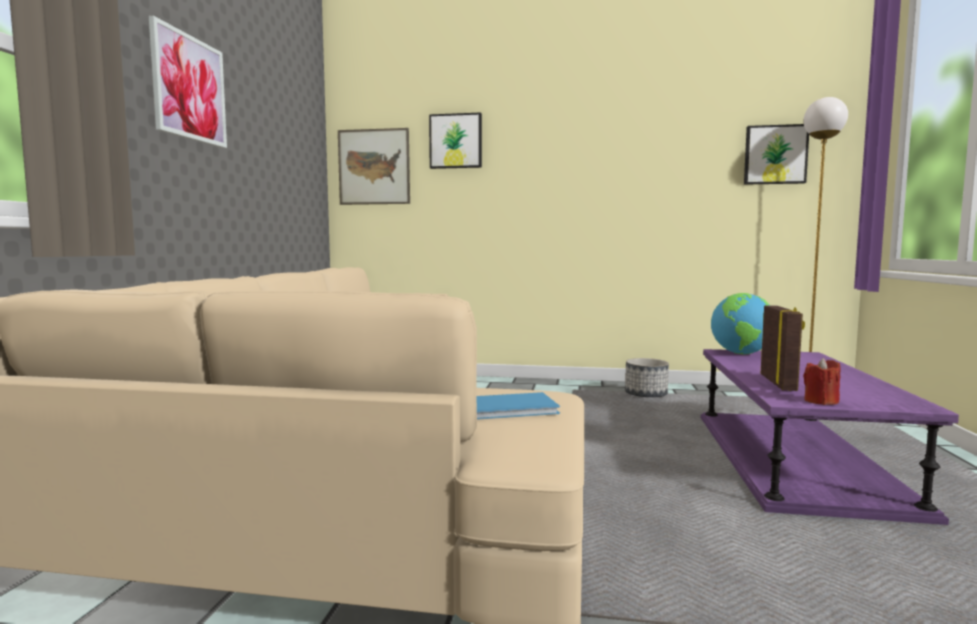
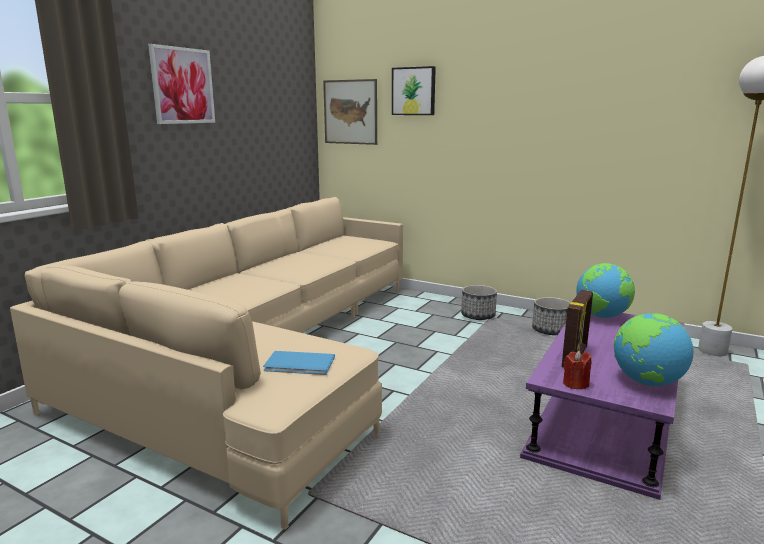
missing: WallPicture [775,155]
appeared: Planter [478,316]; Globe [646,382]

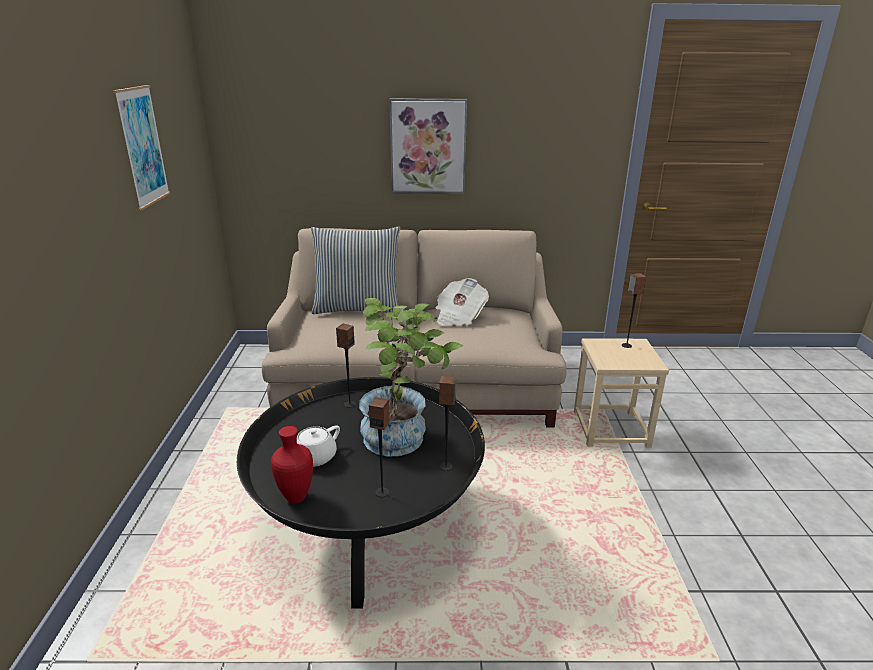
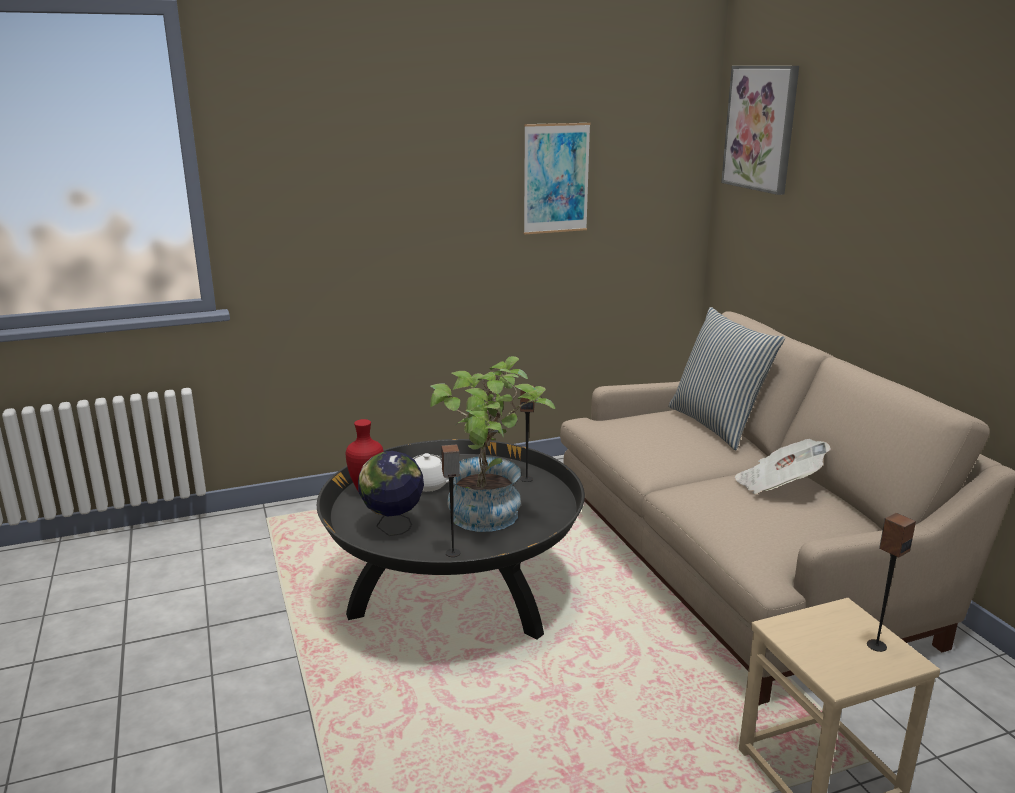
relocated: WallPicture [428,146] to [760,128]
exchanged: Loudspeaker [382,492] to Globe [393,528]

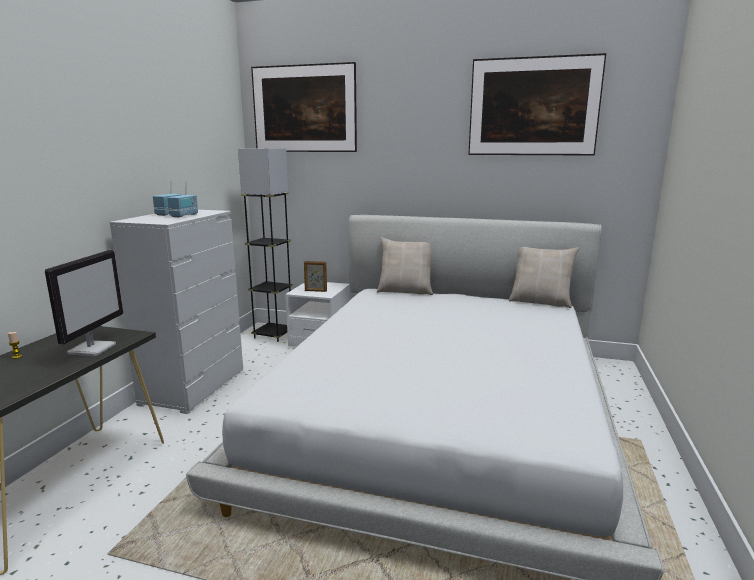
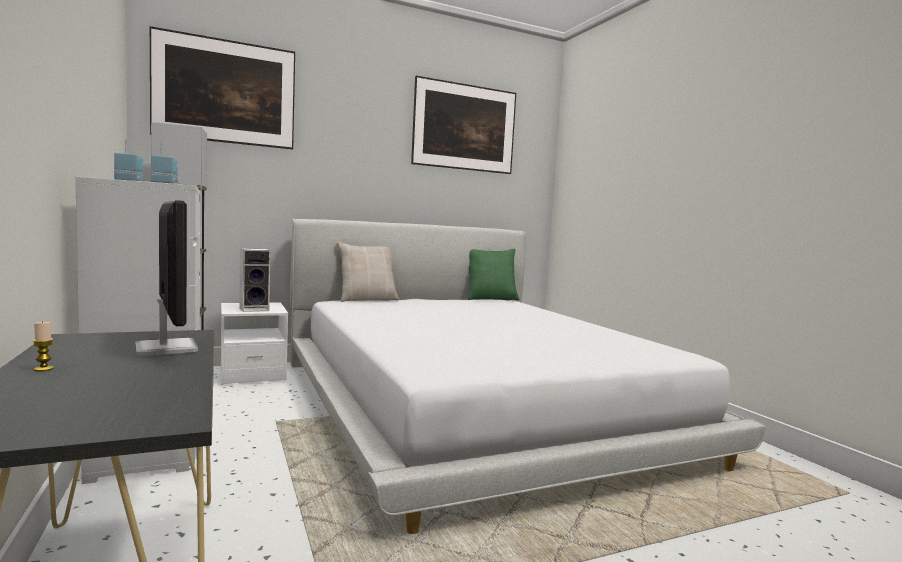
exchanged: StandingFrame [315,291] to Loudspeaker [255,309]
colour: SandColouredCushion [540,302] to GreenishCushion [490,299]

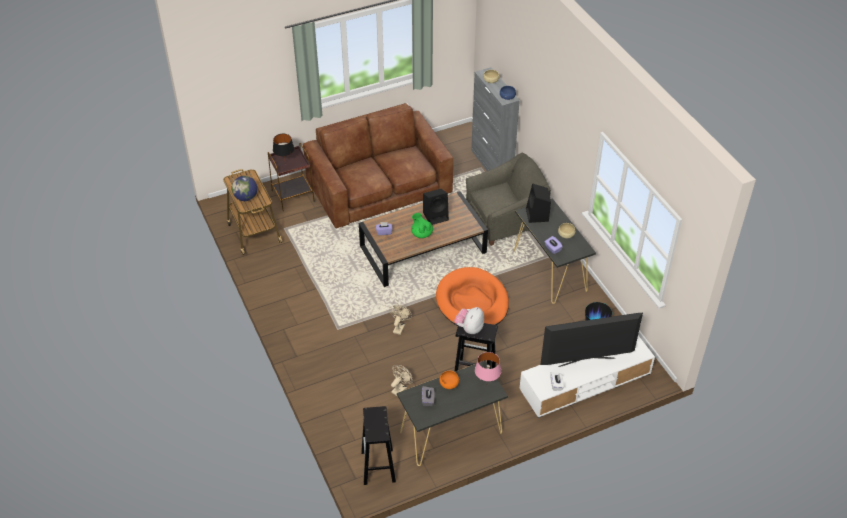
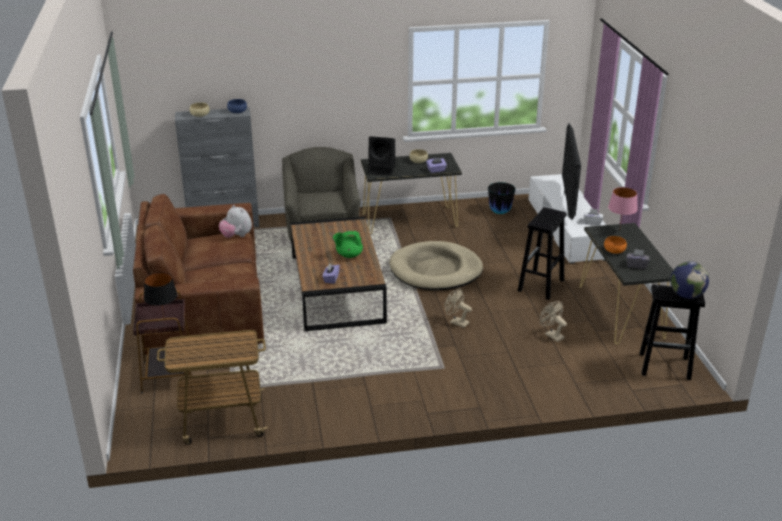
missing: BlackishLoudspeaker [436,216]
relocated: Globe [246,197] to [686,295]; PlushToy [469,328] to [236,236]
colour: OrangeColouredPetBed [472,302] to SandColouredPetBed [436,270]

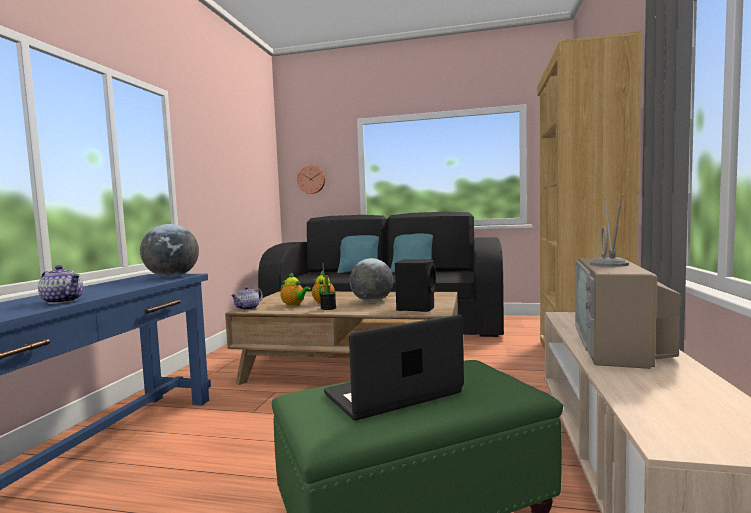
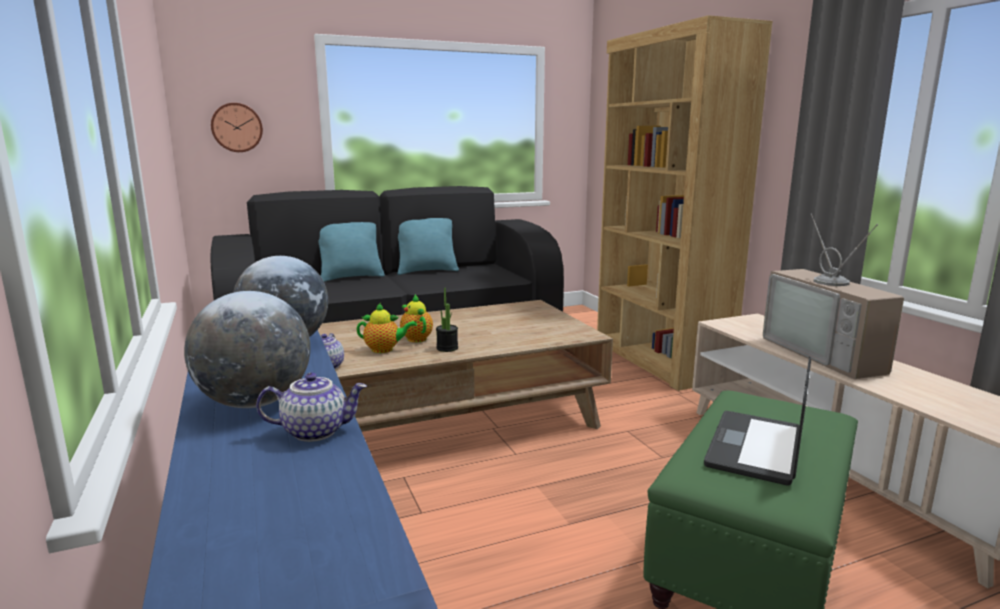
missing: BlackishLoudspeaker [416,308]
relocated: Globe [372,301] to [255,403]

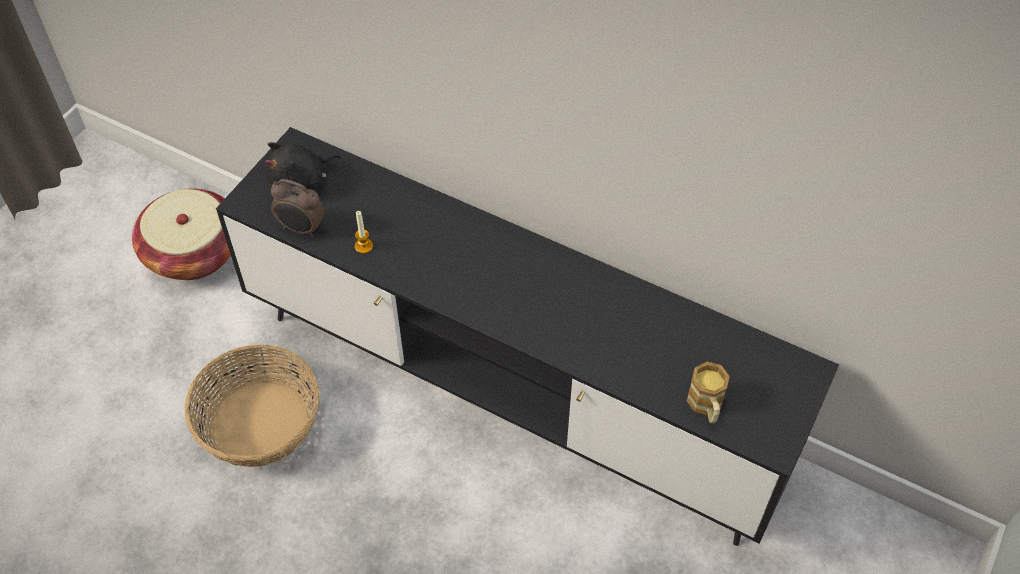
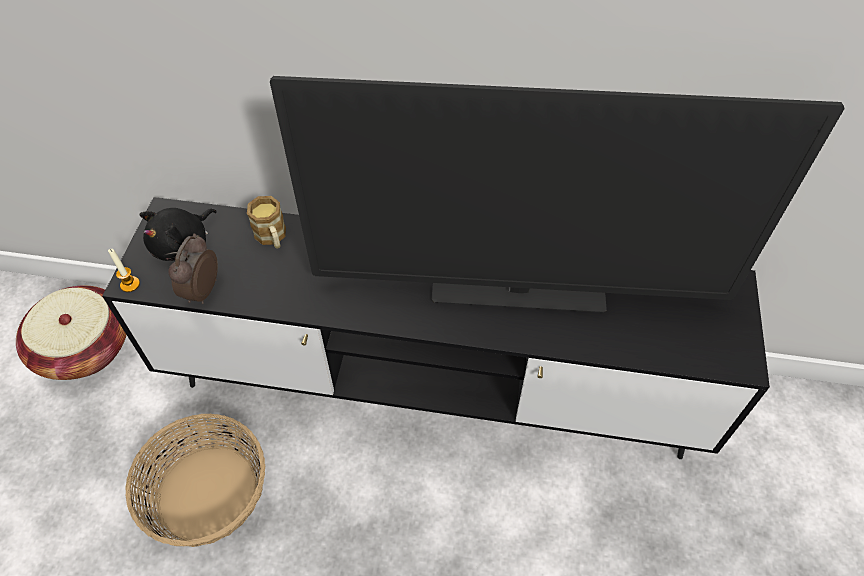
appeared: Television [518,294]
relocated: WaxLight [363,246] to [130,284]; TeaMug [706,406] to [272,238]
spun: BedsideClock [301,229] = [201,291] 105 degrees clockwise

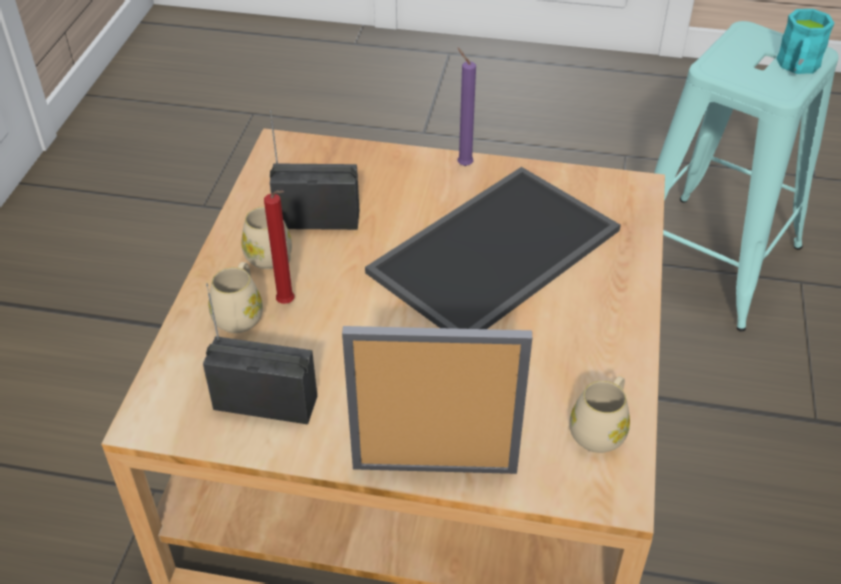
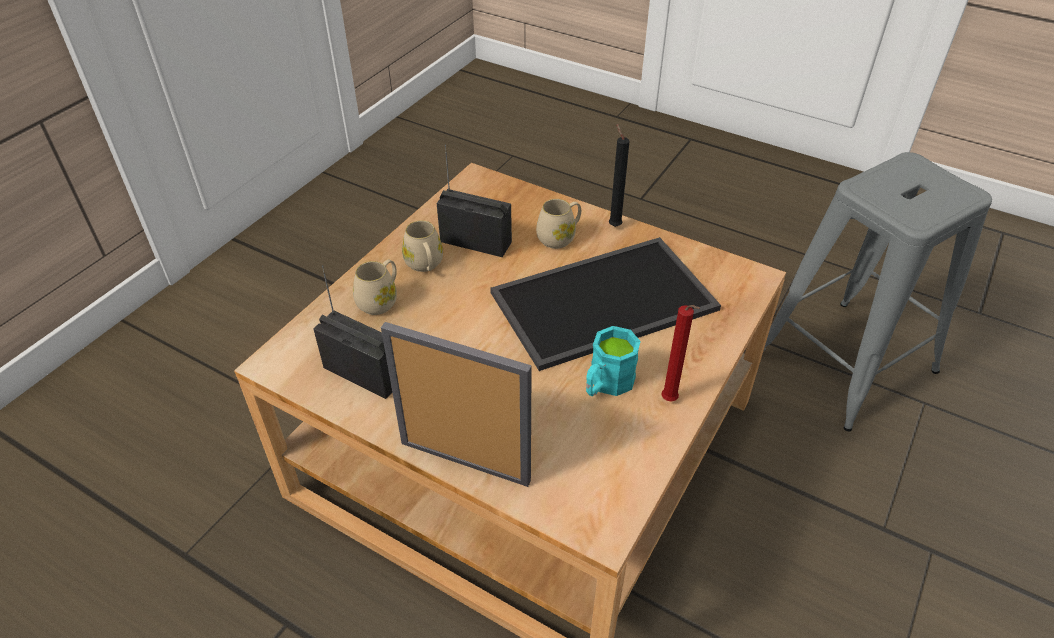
relocated: TurquoiseColouredTeaMug [797,67] to [606,384]; ReddishWaxLight [288,304] to [670,401]; SandColouredTeaMug [600,429] to [559,237]
colour: TurquoiseColouredStoolSeat [710,260] to GrayStoolSeat [845,362]; PurplishWaxLight [463,164] to BlackishWaxLight [613,225]

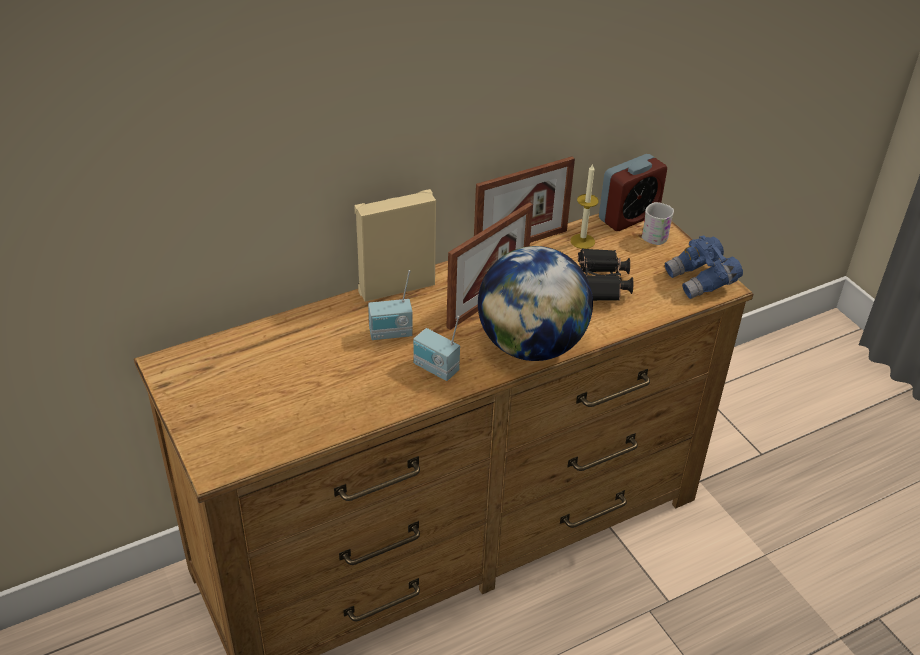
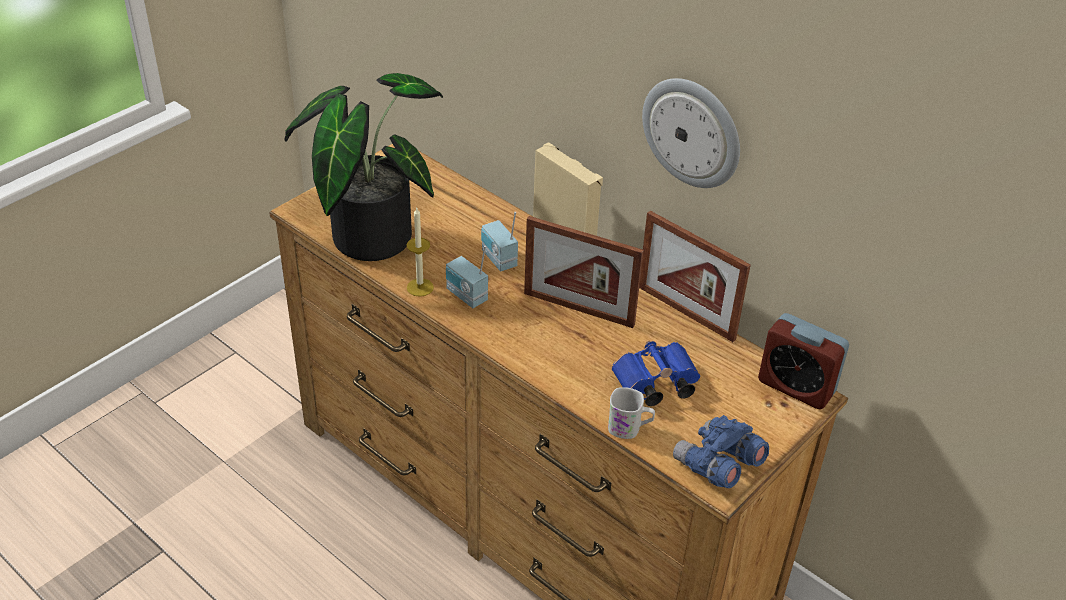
missing: Globe [531,345]
appeared: PlantInAPot [369,232]; HangingClock [692,132]
relocated: WaxLight [582,241] to [420,287]; WhiteColouredTeaMug [657,234] to [629,428]
colour: BlackishBinoculars [601,287] to BluishBinoculars [654,385]
spun: RadioSet [435,369] = [465,296] 60 degrees counterclockwise

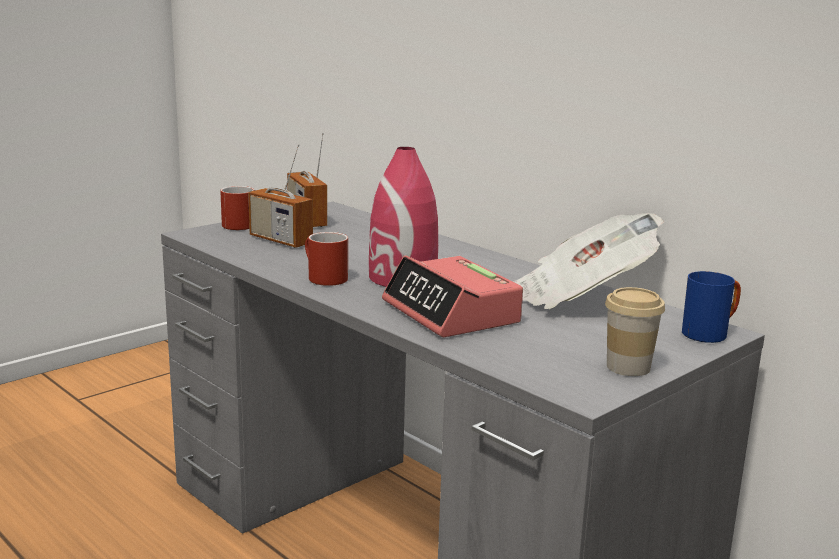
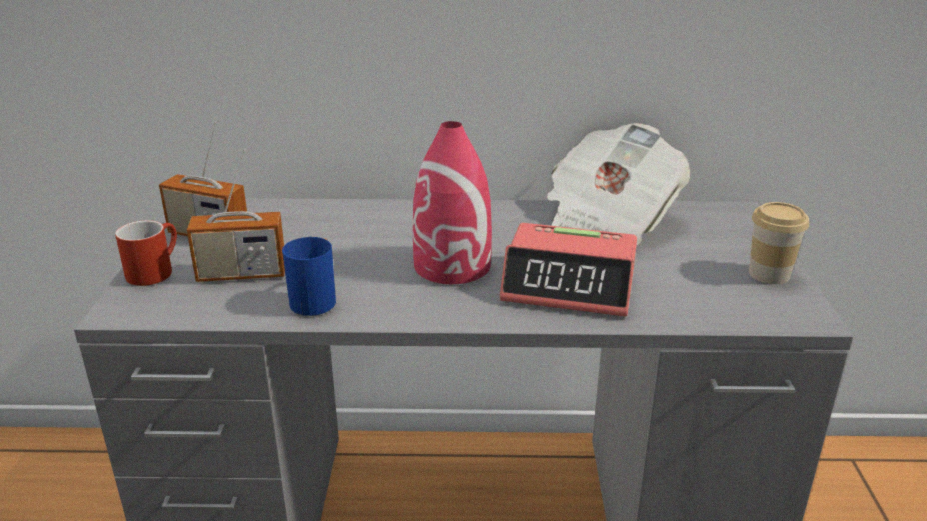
missing: ReddishTeaMug [322,277]
relocated: BluishTeaMug [710,334] to [317,299]

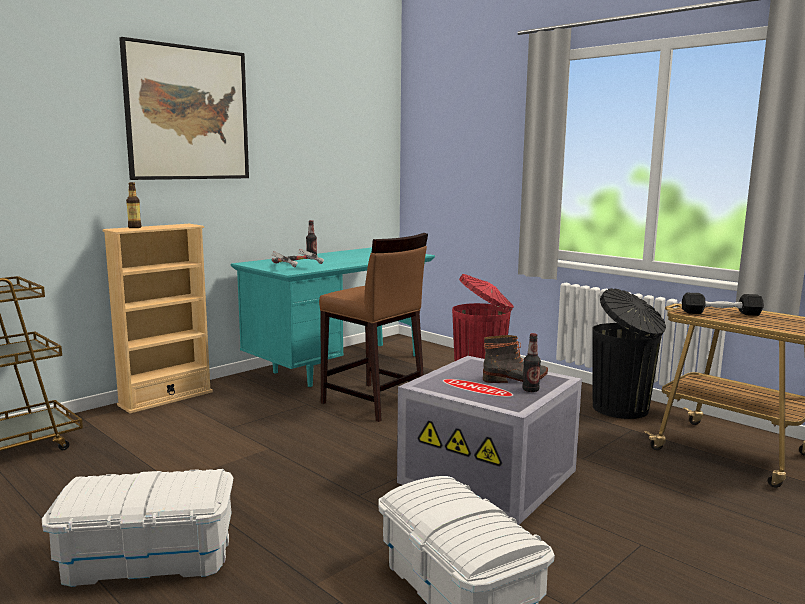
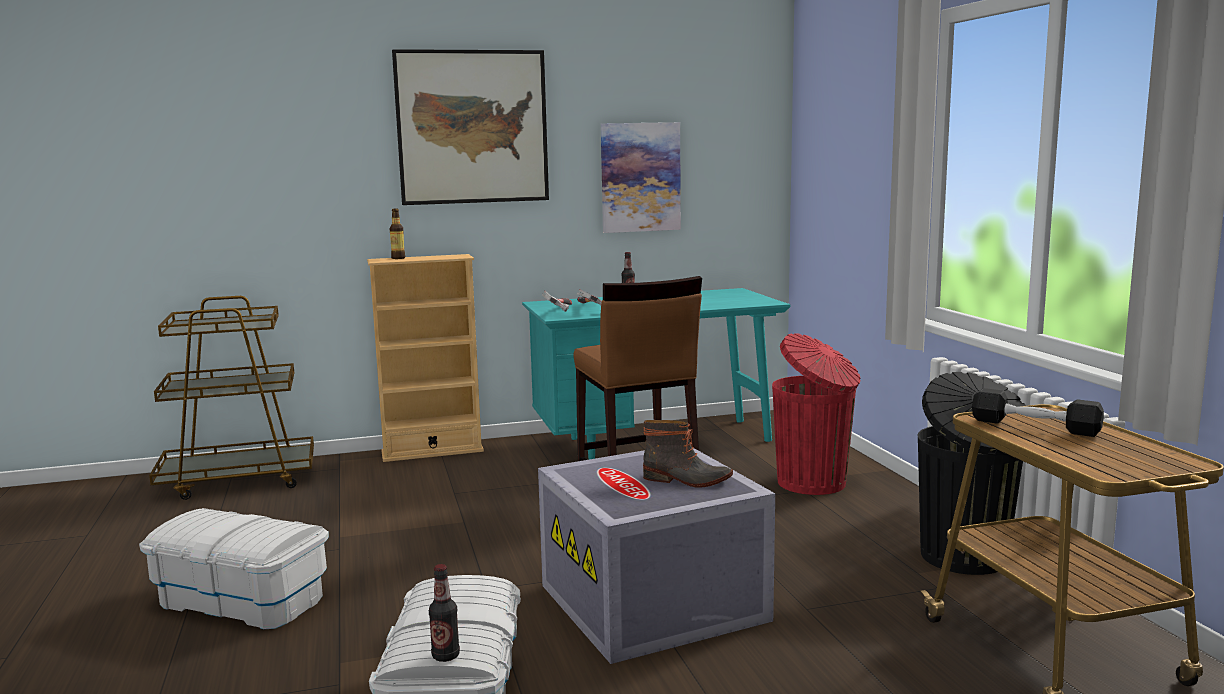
appeared: WallPicture [640,177]
relocated: Bottle [530,390] to [445,656]

